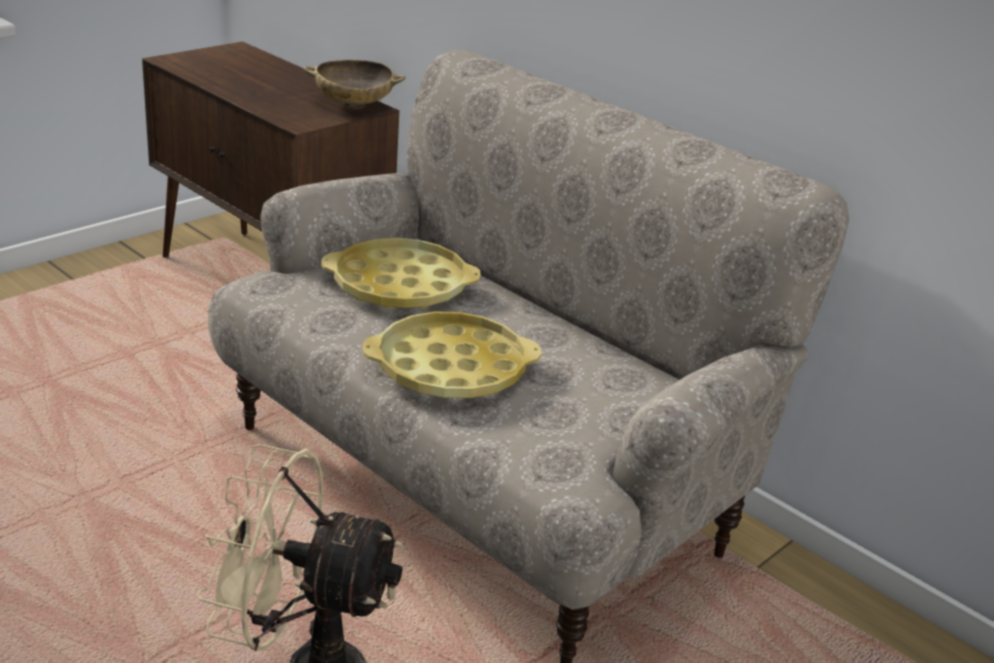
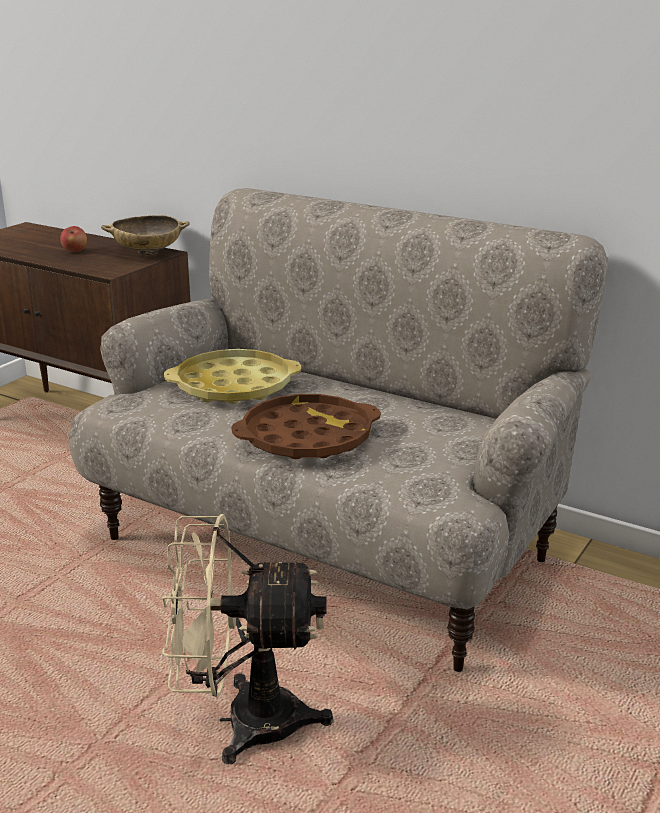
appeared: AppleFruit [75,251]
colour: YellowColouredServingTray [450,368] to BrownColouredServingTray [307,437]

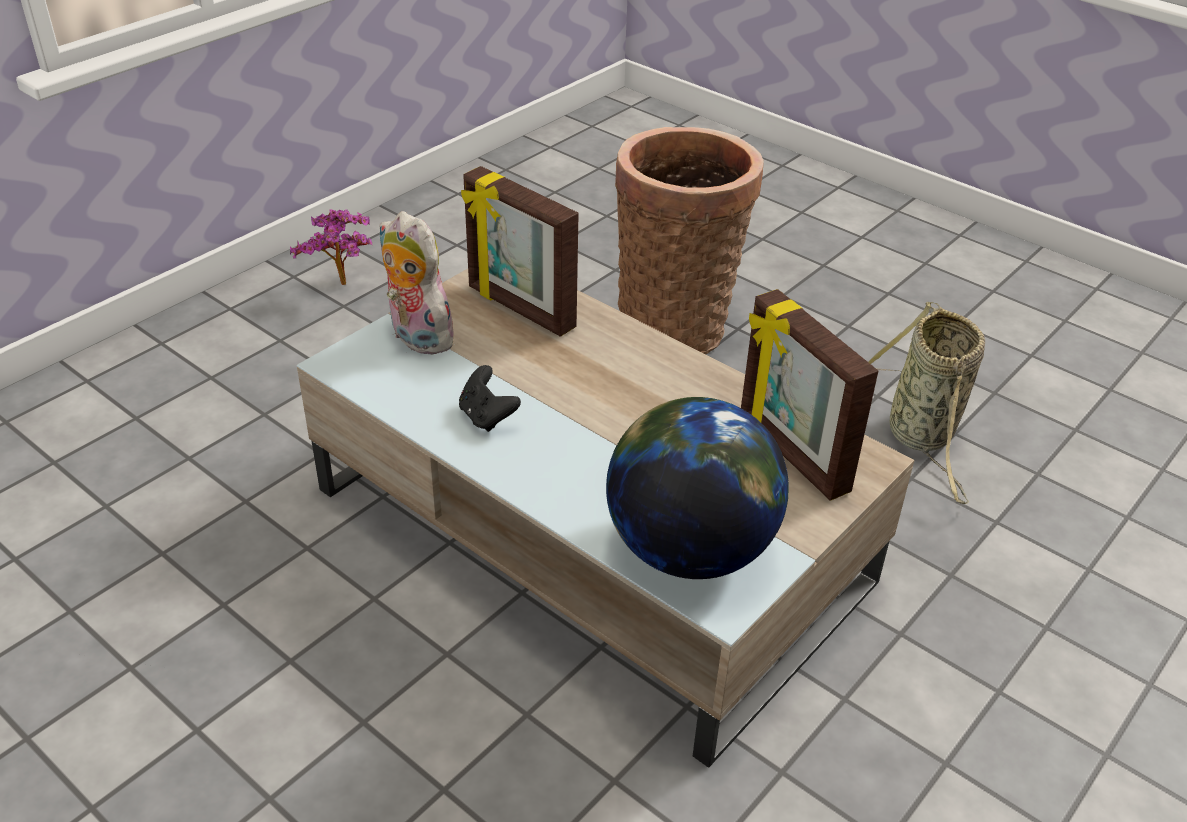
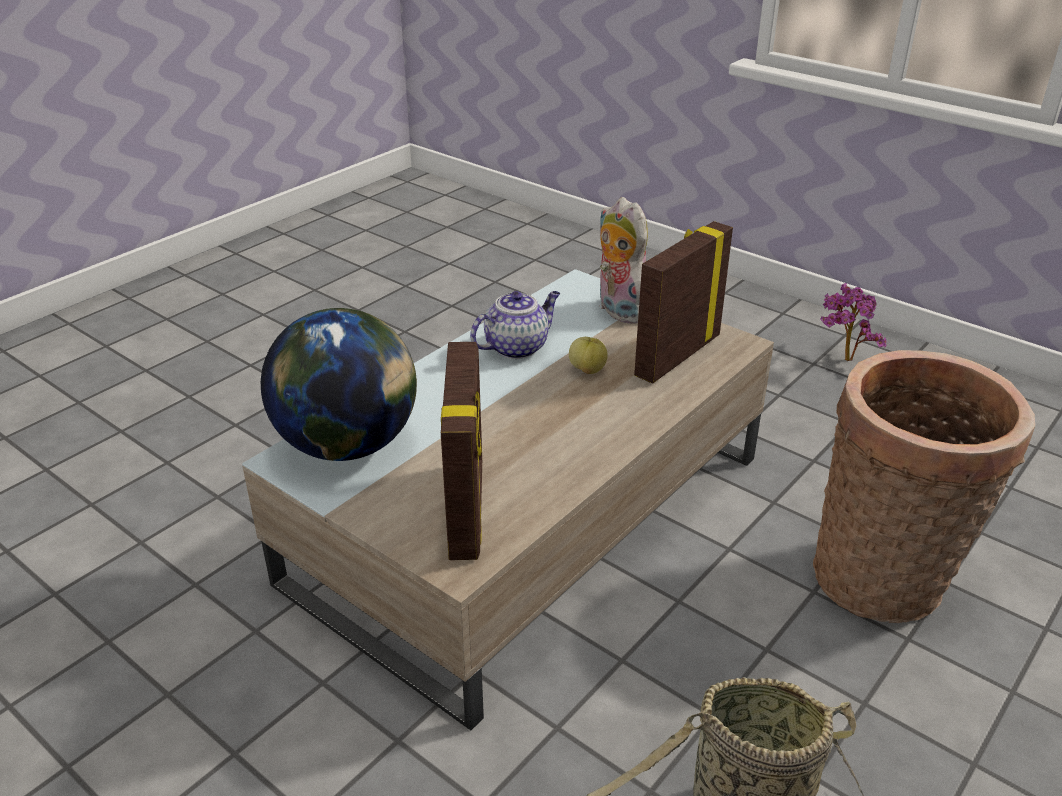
appeared: AppleFruit [588,370]
exchanged: BlackishGameController [487,417] to PotForTea [517,347]
spun: PlushToy [416,338] = [618,310] 75 degrees counterclockwise; StandingFrame [791,454] = [468,510] 120 degrees clockwise

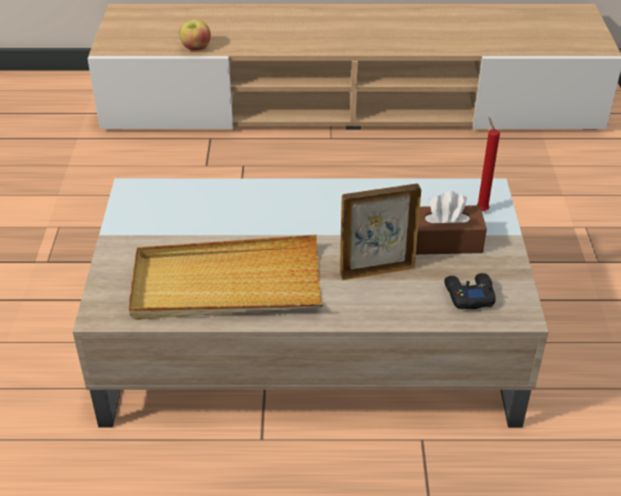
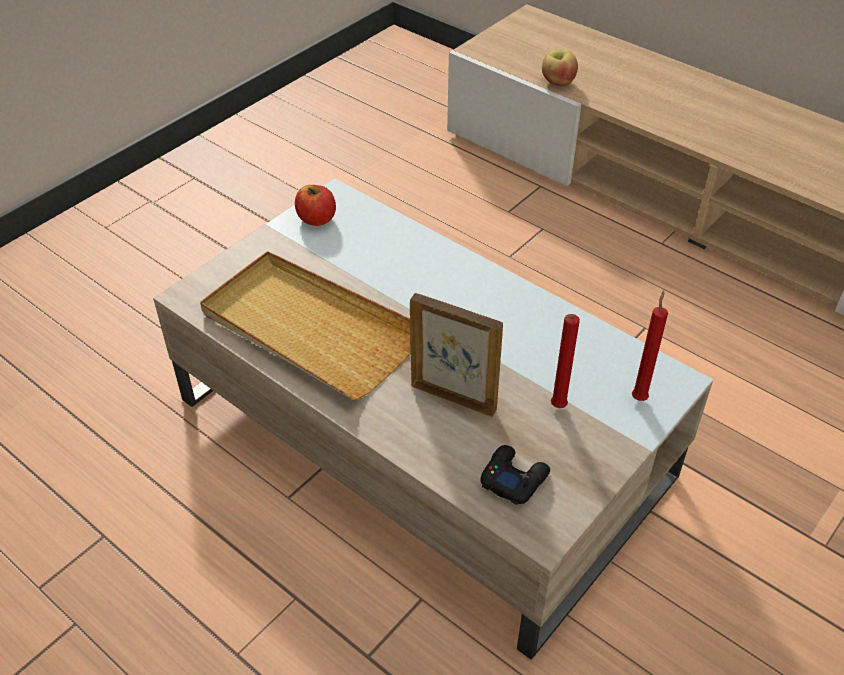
appeared: AppleFruit [317,219]
exchanged: BrownColouredBoxOfTissues [444,242] to ReddishWaxLight [556,408]

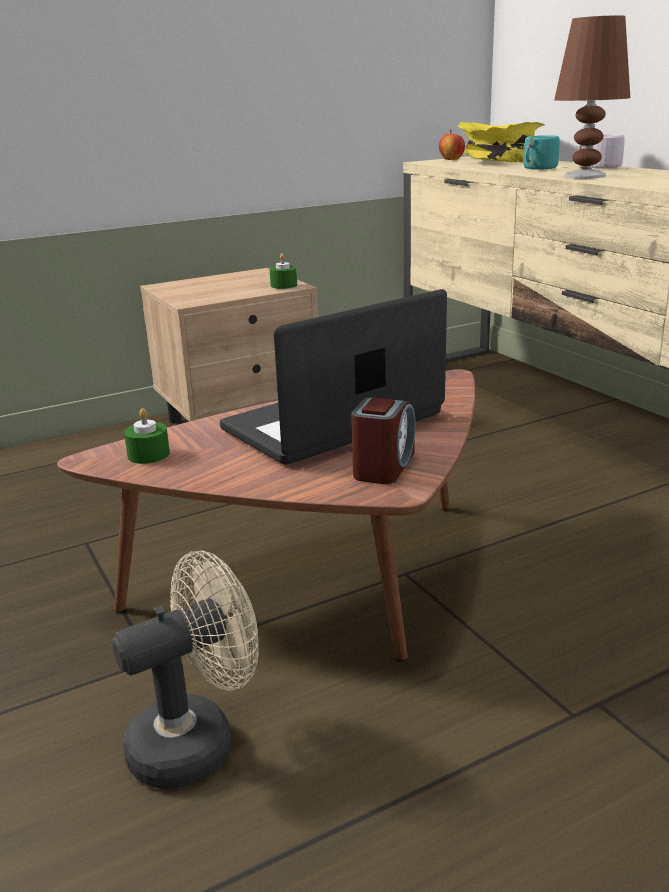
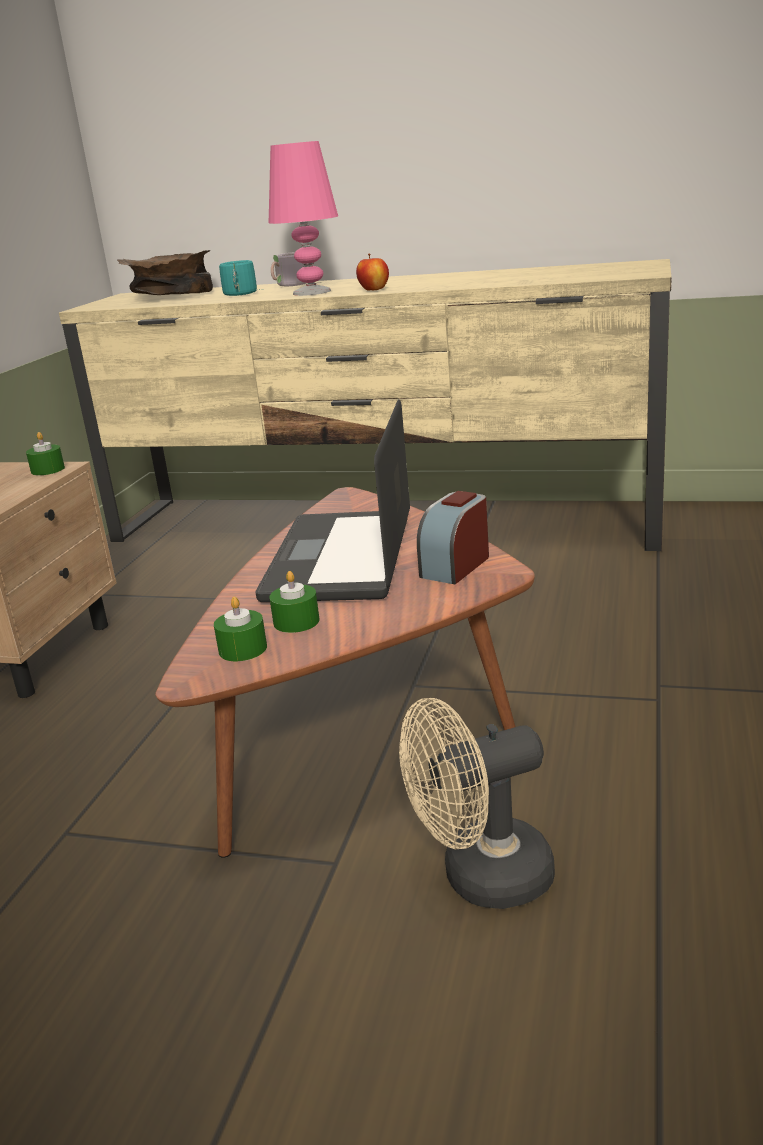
appeared: GreenishWaxLight [296,621]
relocated: AppleFruit [451,159] to [374,289]
colour: BrownColouredTableLamp [585,176] to PinkColouredTableLamp [312,292]; YellowColouredDeepDish [500,162] to BrownColouredDeepDish [171,295]
spun: BedsideClock [384,466] = [455,566] 120 degrees counterclockwise; SandColouredFan [197,741] = [481,878] 120 degrees counterclockwise

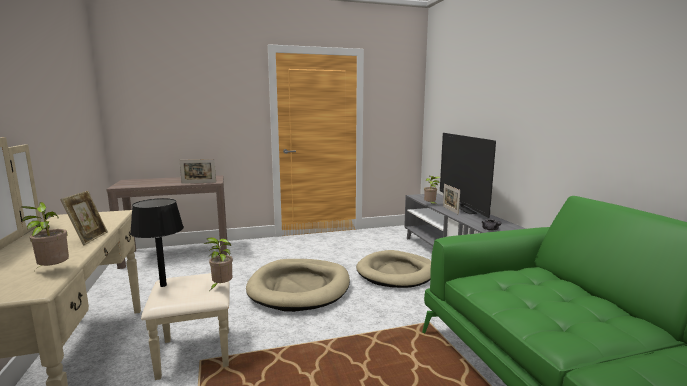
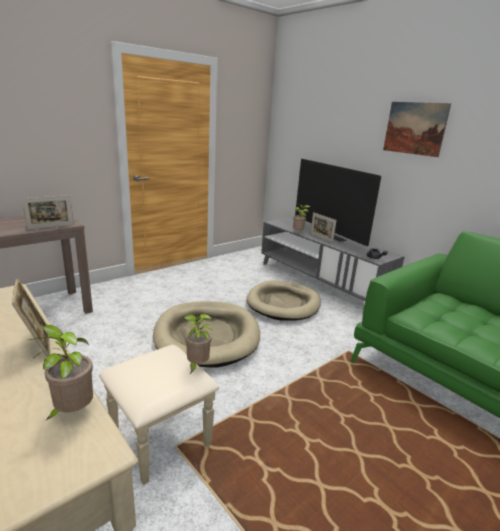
missing: BlackishTableLamp [163,285]
appeared: WallPicture [414,128]

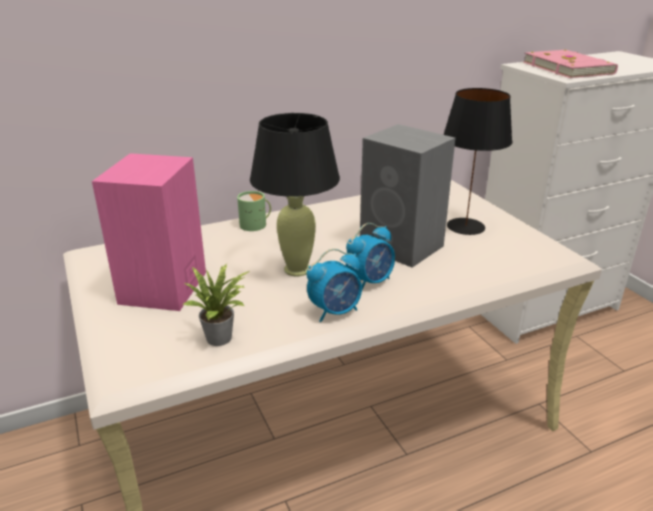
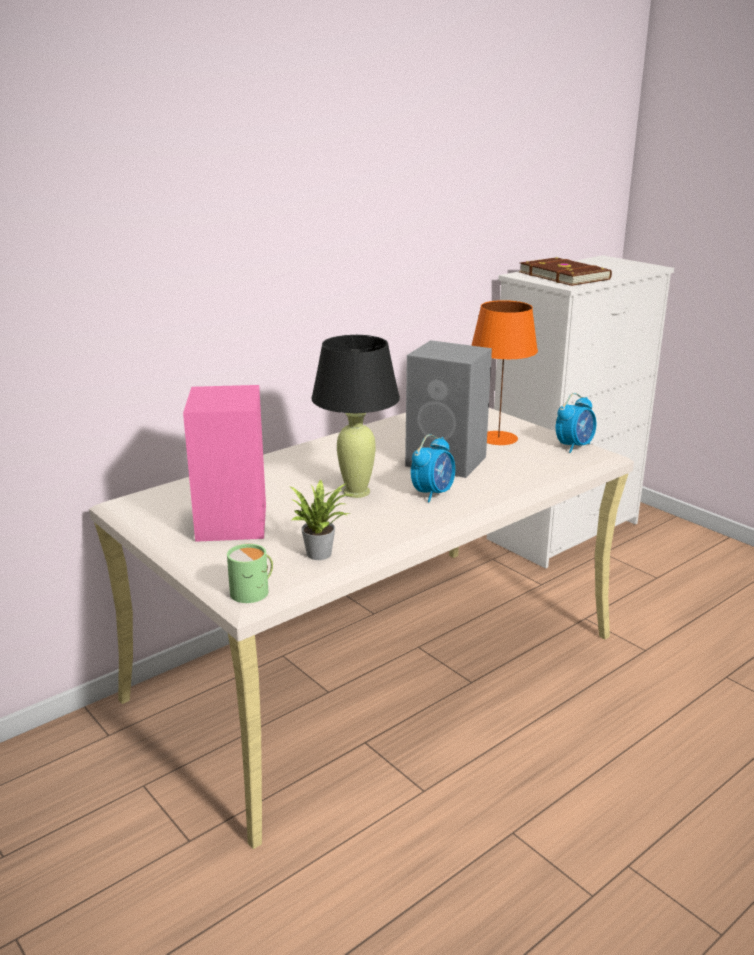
relocated: GreenishTeaMug [256,224] to [253,591]; BedsideClock [335,311] to [574,446]
colour: PinkColouredVolume [568,68] to BrownColouredVolume [564,276]; BlackishTableLamp [465,226] to OrangeColouredTableLamp [498,438]

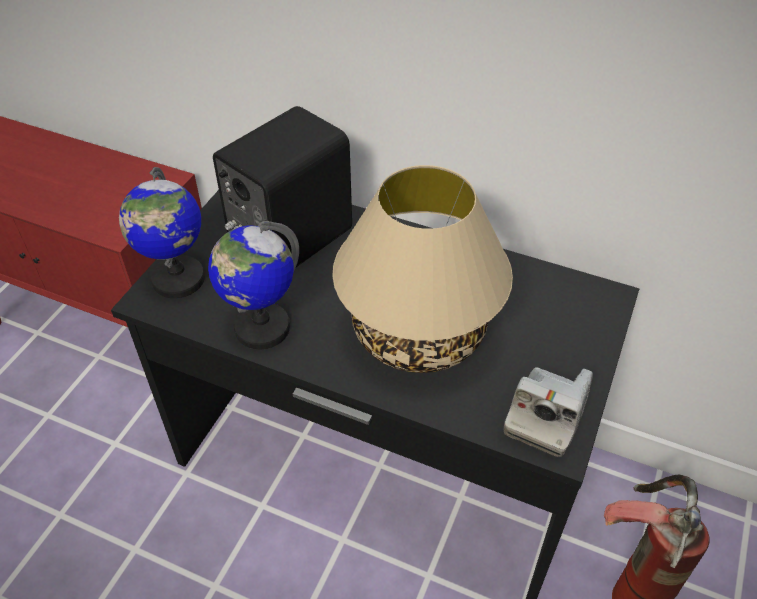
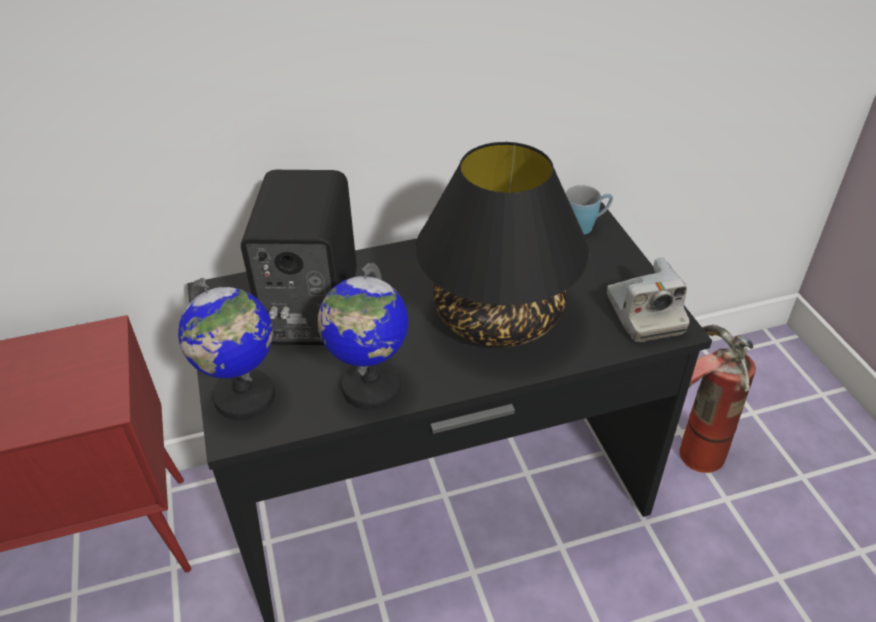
appeared: BluishTeaMug [585,225]
colour: SandColouredTableLamp [418,333] to BlackishTableLamp [497,315]

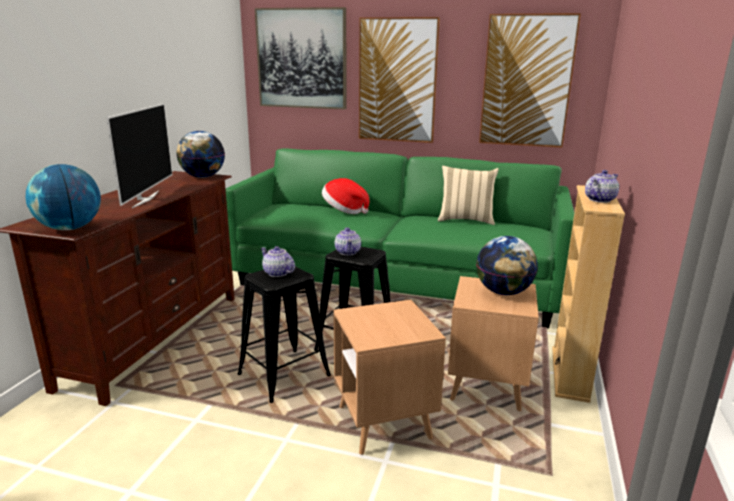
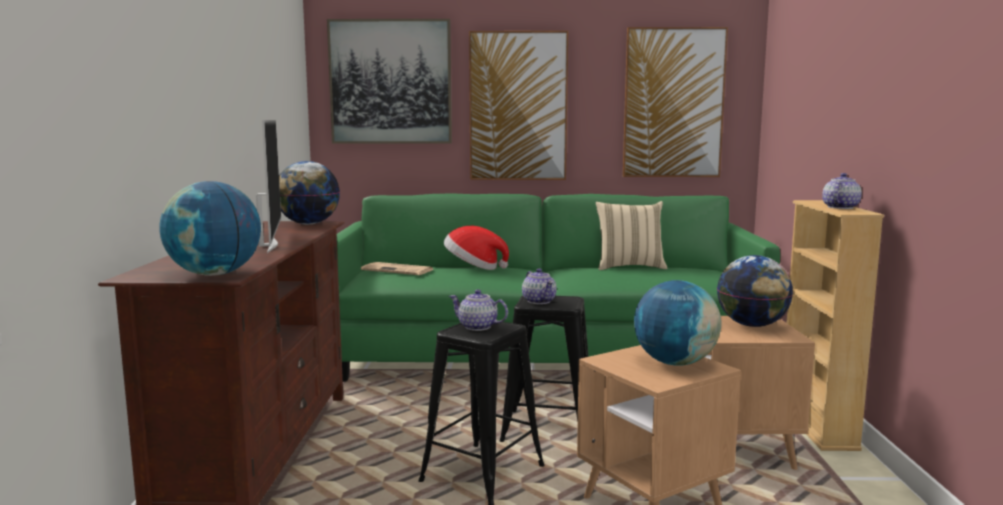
appeared: PrintedPaper [398,270]; Globe [675,363]

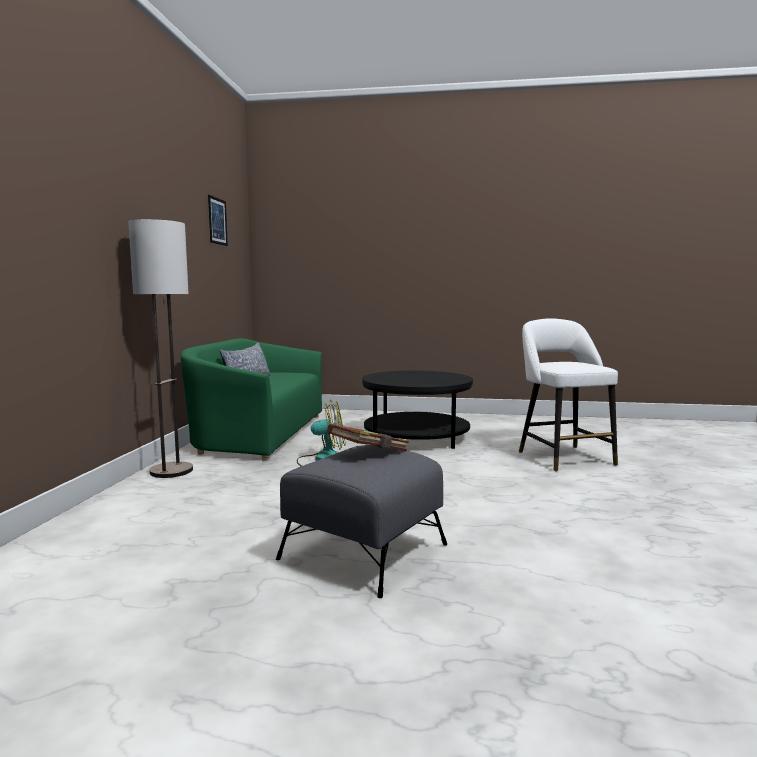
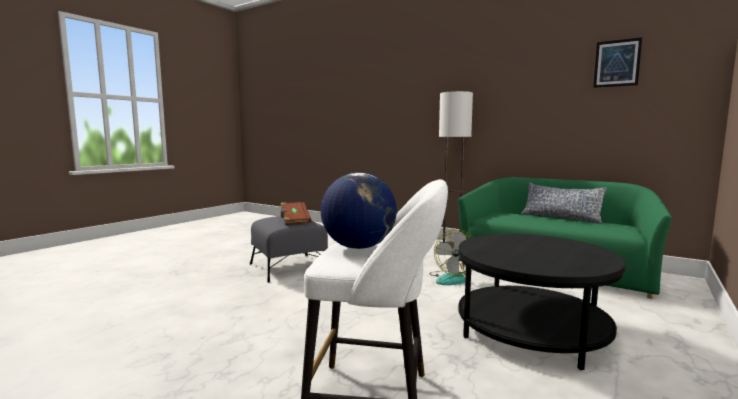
appeared: Globe [358,247]

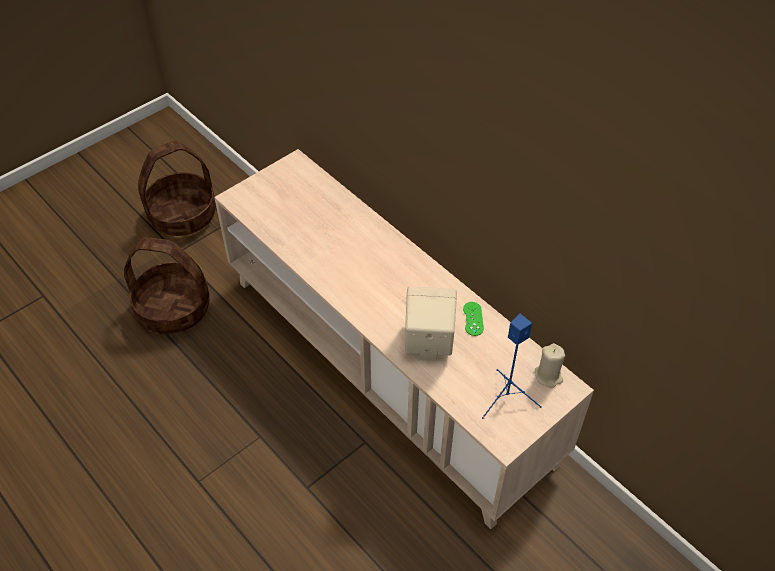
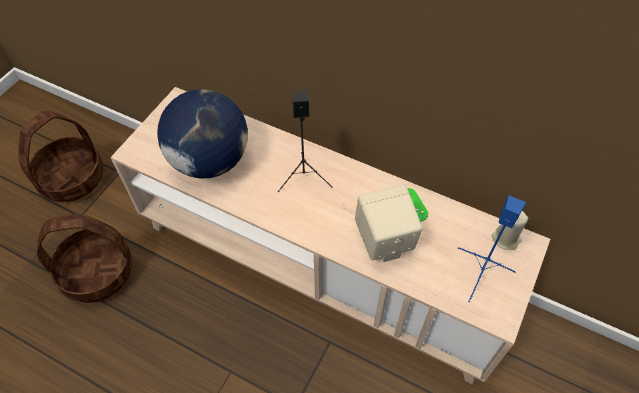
appeared: Globe [210,161]; BlackishLoudspeaker [304,176]

